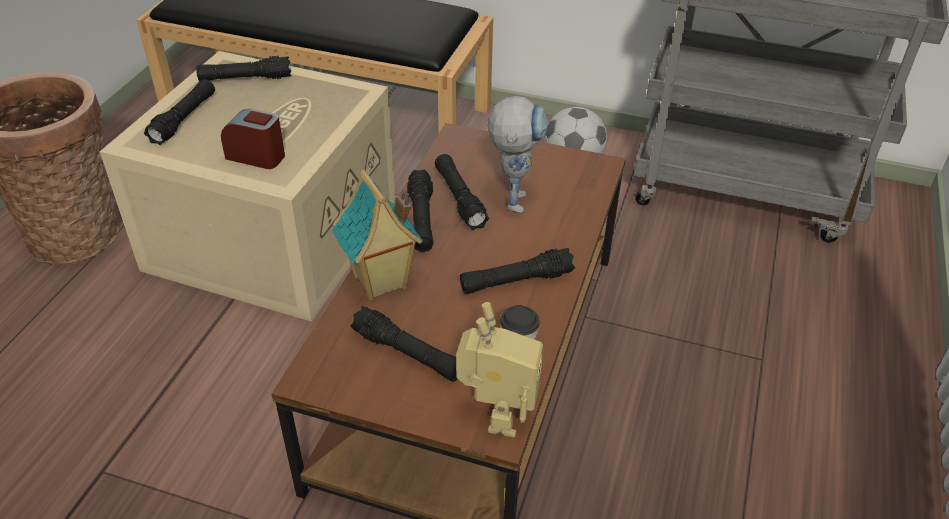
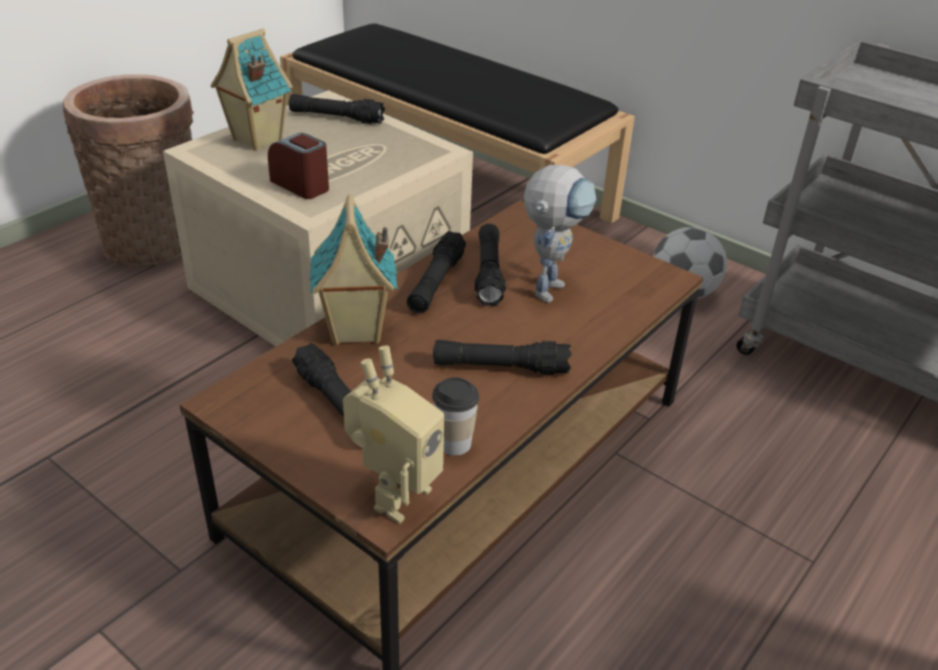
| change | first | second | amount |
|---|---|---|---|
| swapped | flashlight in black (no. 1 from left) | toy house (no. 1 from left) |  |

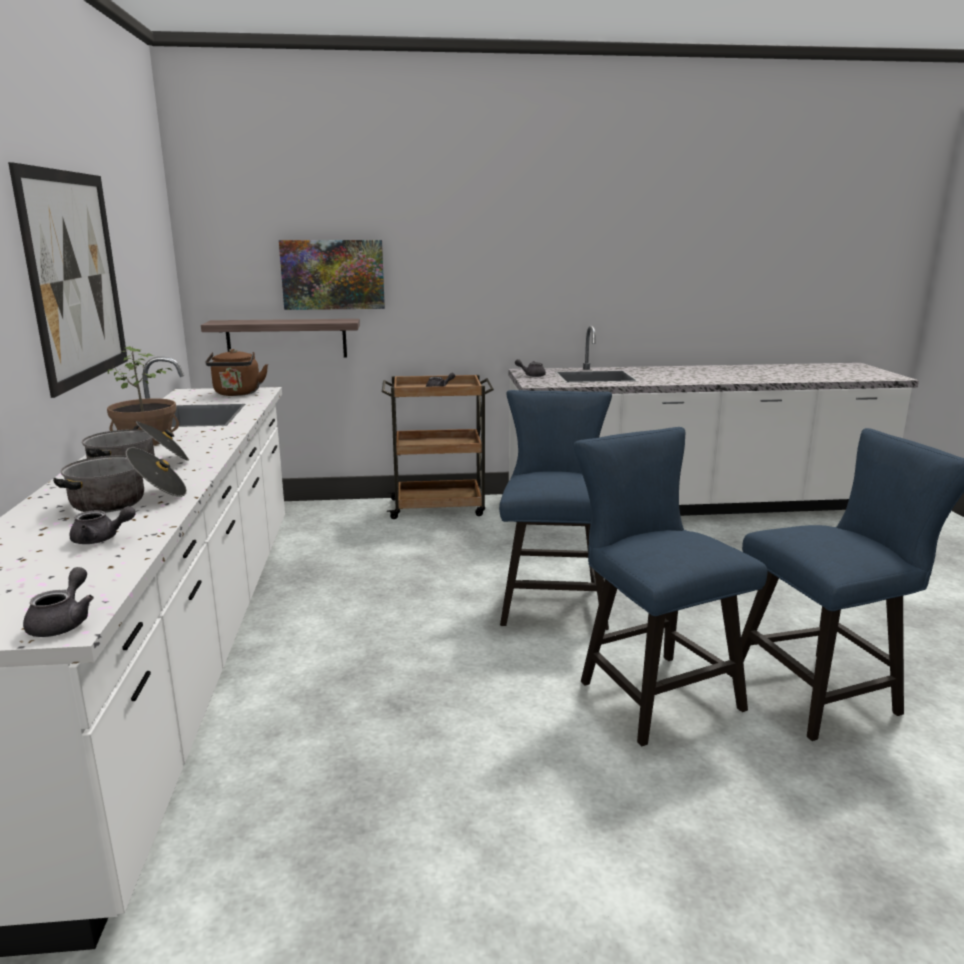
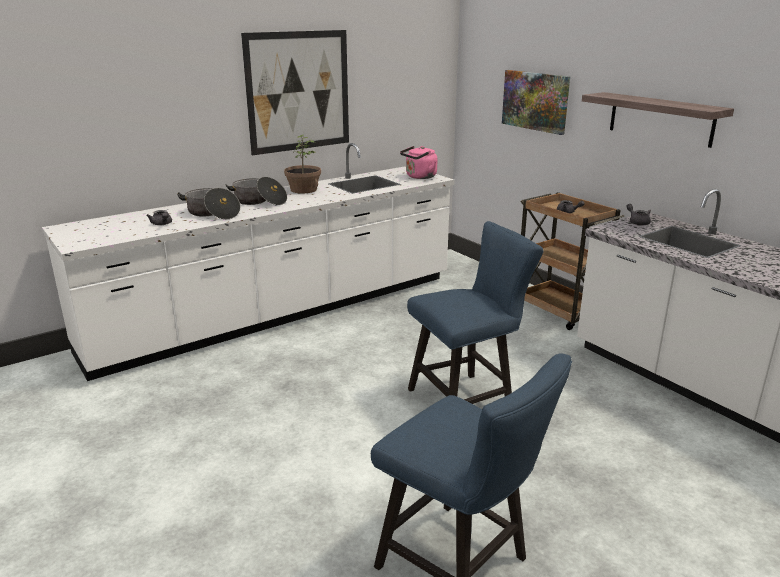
| change | first | second | amount |
|---|---|---|---|
| shifted | shelf |  |  |
| repainted | kettle in brown | kettle in pink |  |
| gone | chair in blue (no. 2 from left) |  |  |
| gone | teapot in grey (no. 1 from left) |  |  |

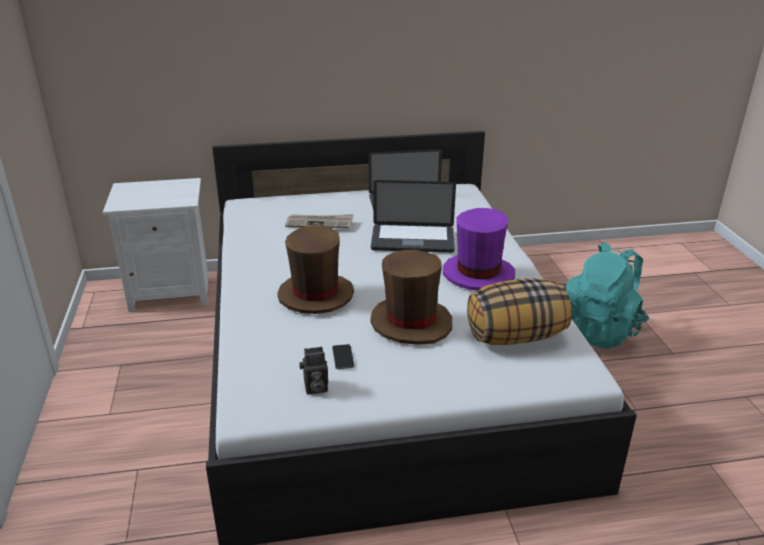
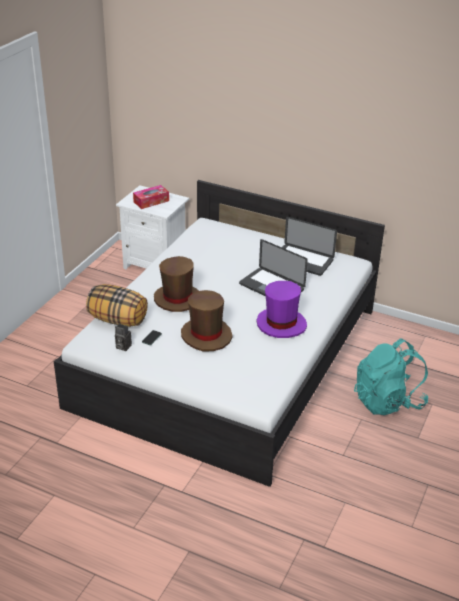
| change | first | second | amount |
|---|---|---|---|
| gone | newspaper |  |  |
| shifted | pillow |  |  |
| new |  | tissue box |  |

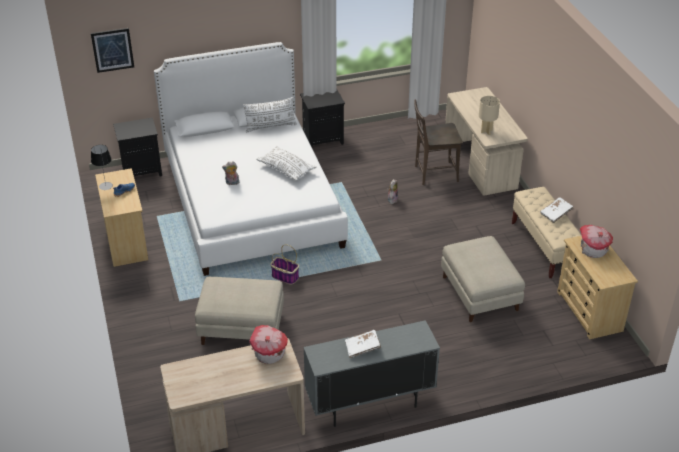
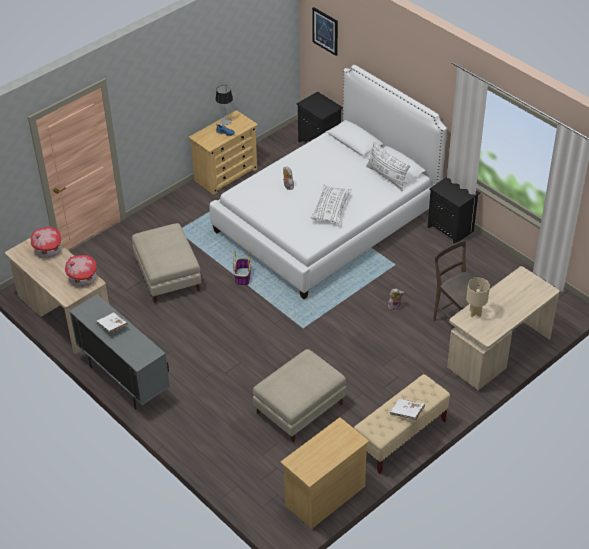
| change | first | second | amount |
|---|---|---|---|
| shifted | toy house (no. 2 from left in the first image) | toy house (no. 1 from left) |  |

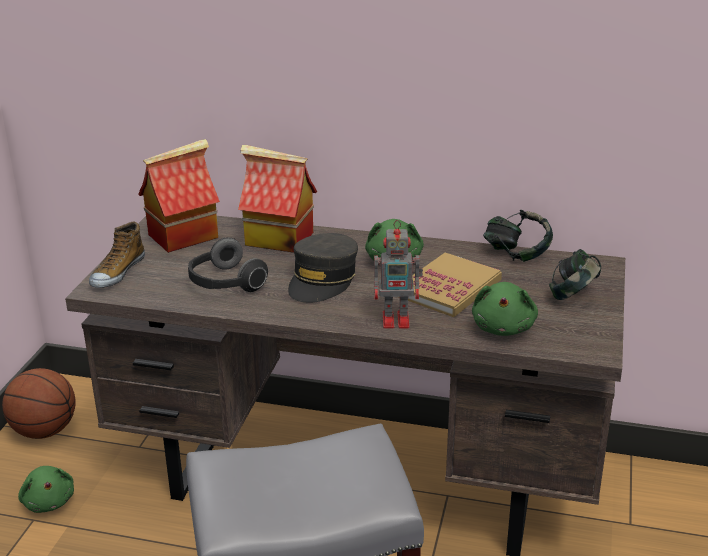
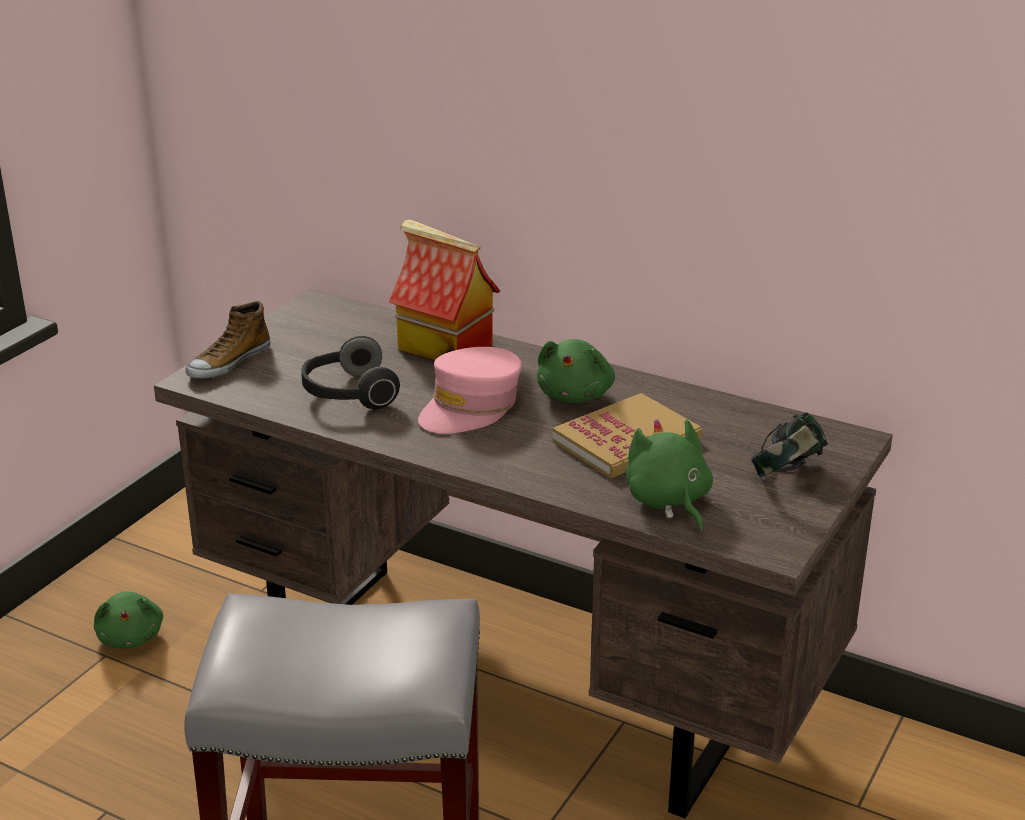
| change | first | second | amount |
|---|---|---|---|
| gone | toy house (no. 1 from left) |  |  |
| gone | headphones (no. 2 from left) |  |  |
| gone | toy robot |  |  |
| repainted | cap in grey | cap in pink |  |
| rotated | plush toy in green (no. 3 from left) |  | 135 degrees clockwise |
| gone | basketball |  |  |

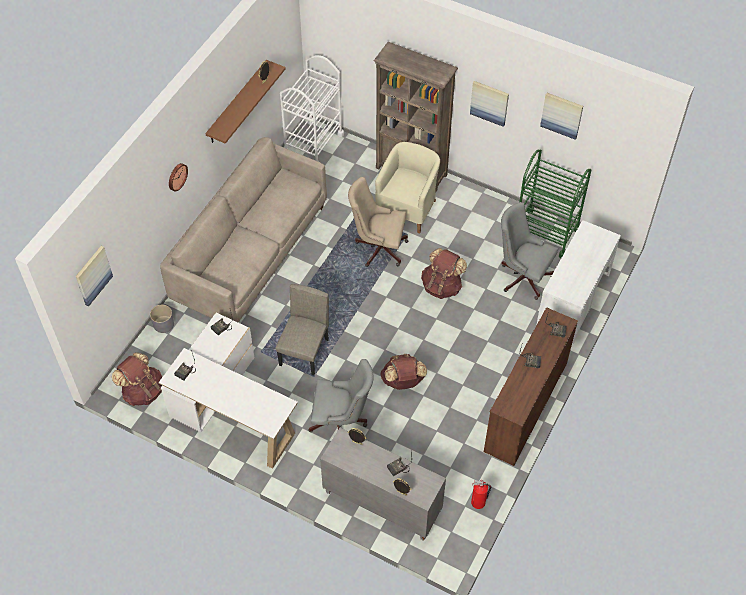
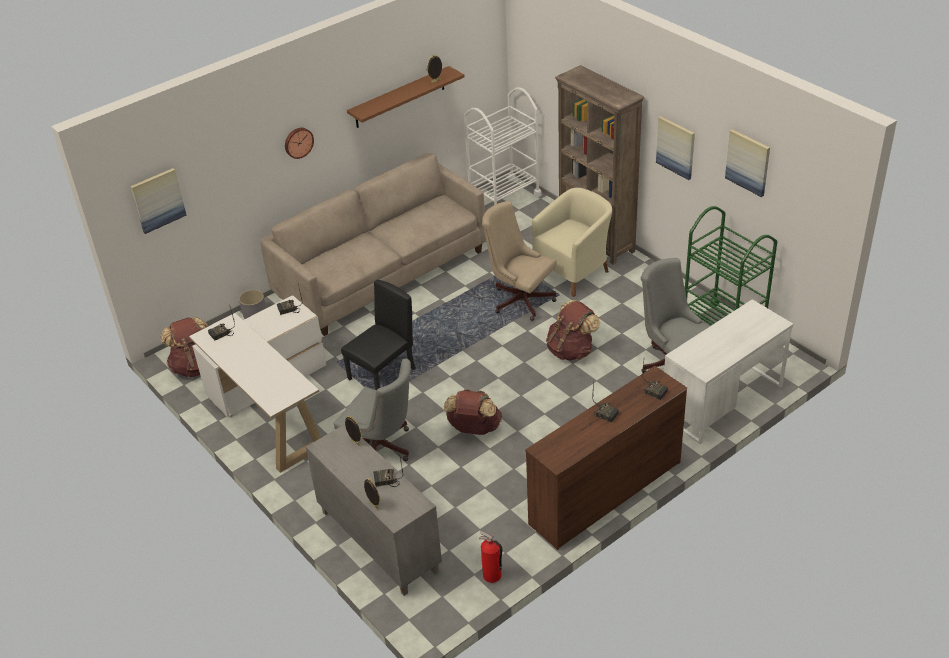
| change | first | second | amount |
|---|---|---|---|
| repainted | chair in beige | chair in black |  |

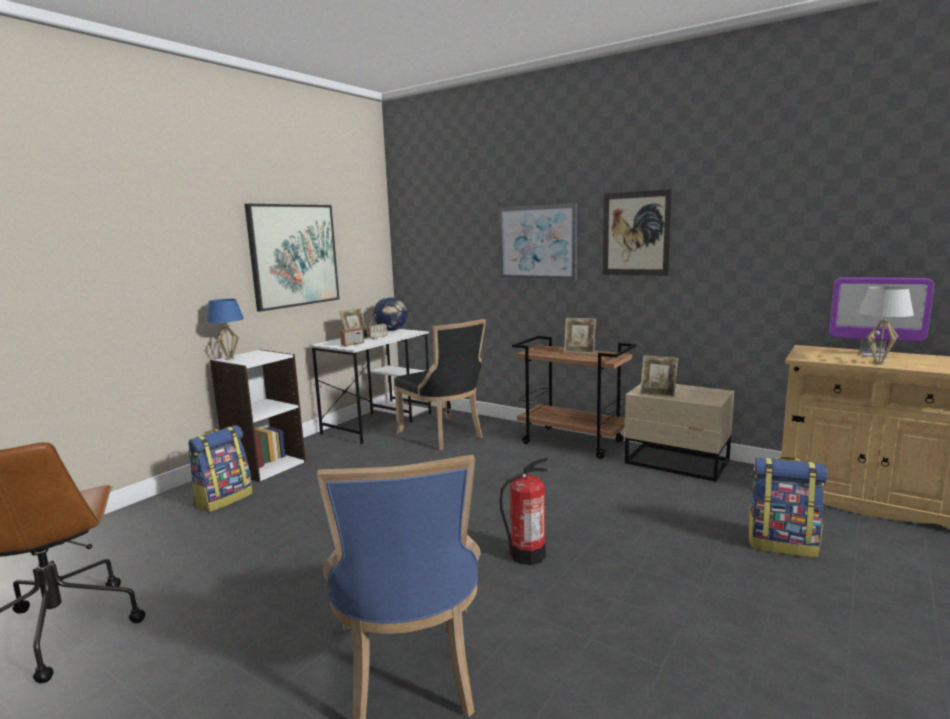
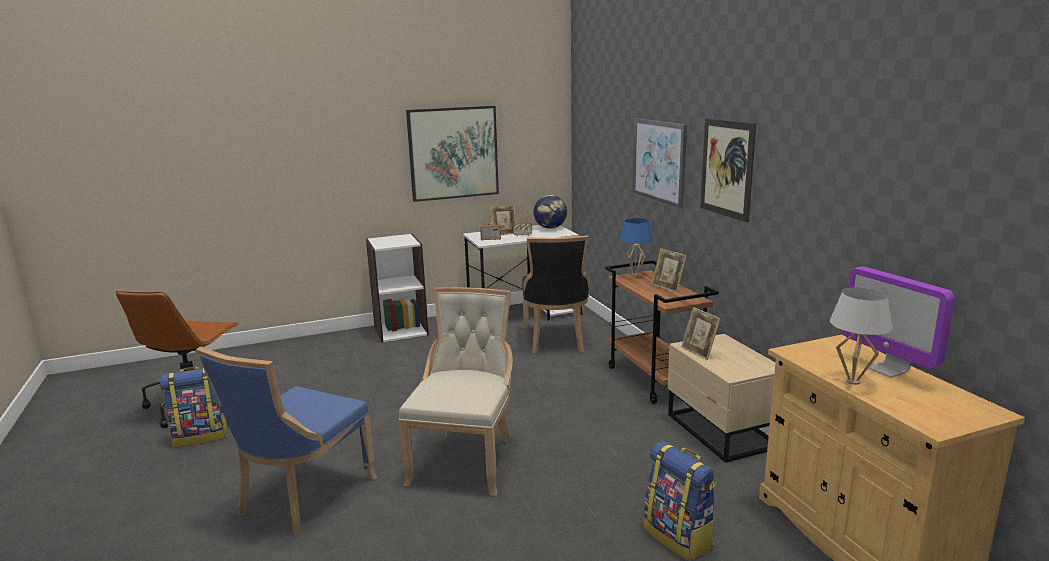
| change | first | second | amount |
|---|---|---|---|
| shifted | table lamp in blue |  |  |
| shifted | backpack (no. 1 from left) |  |  |
| swapped | fire extinguisher | chair in beige |  |

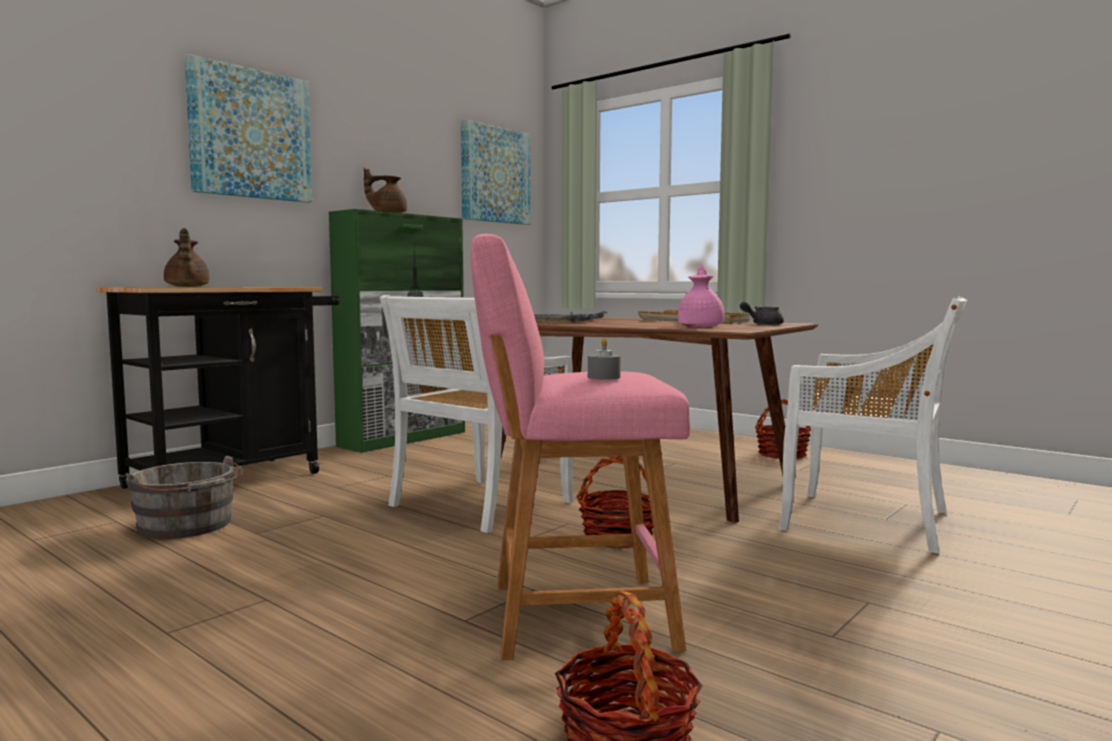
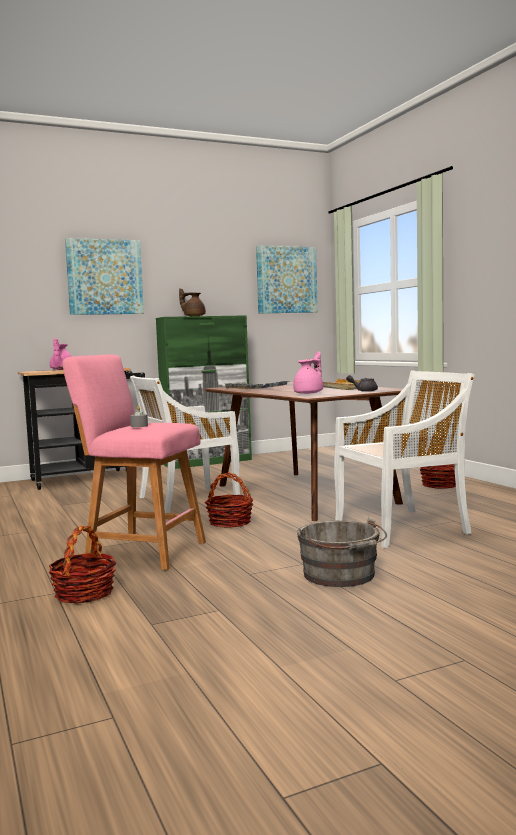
| change | first | second | amount |
|---|---|---|---|
| repainted | teapot in brown (no. 1 from left) | teapot in pink (no. 1 from left) |  |
| rotated | chair in white (no. 2 from left) |  | 75 degrees counterclockwise |
| shifted | bucket in grey |  |  |

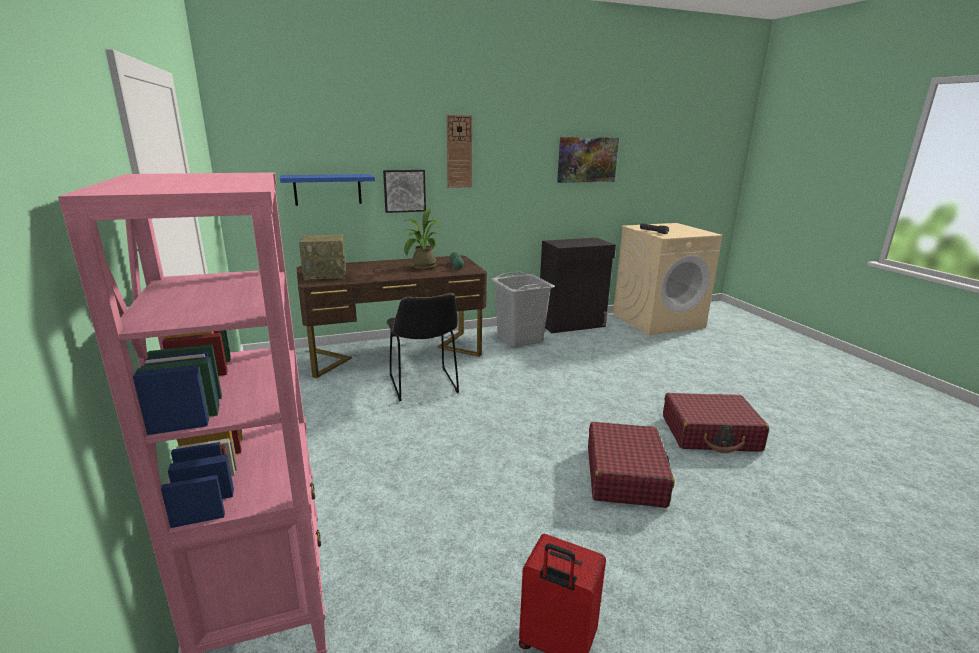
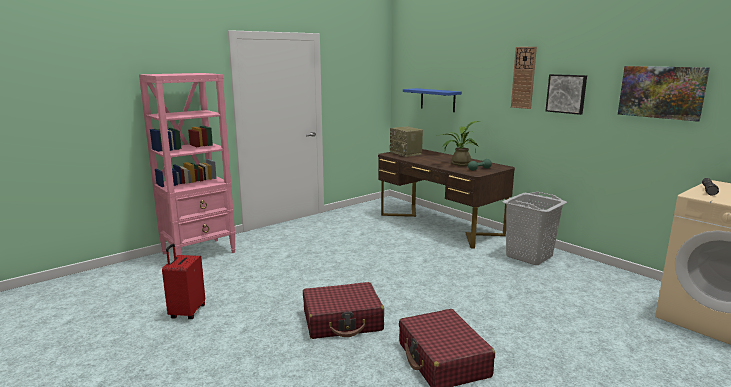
| change | first | second | amount |
|---|---|---|---|
| shifted | picture (no. 1 from left) |  |  |
| gone | cabinet in black |  |  |
| gone | chair in black |  |  |

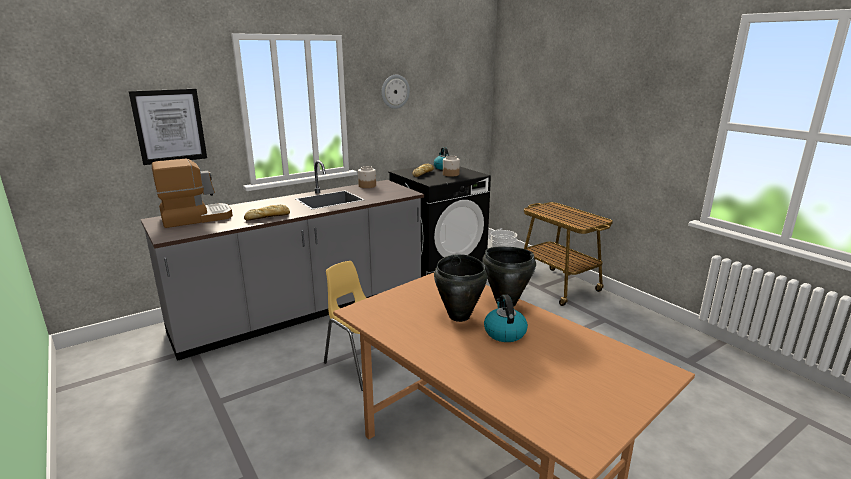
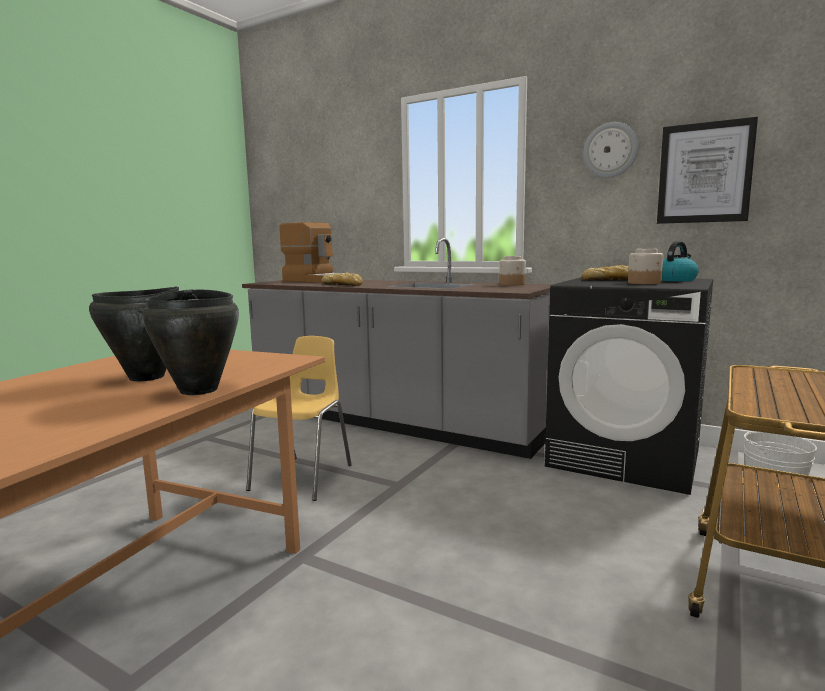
| change | first | second | amount |
|---|---|---|---|
| shifted | picture |  |  |
| gone | kettle (no. 2 from left) |  |  |

